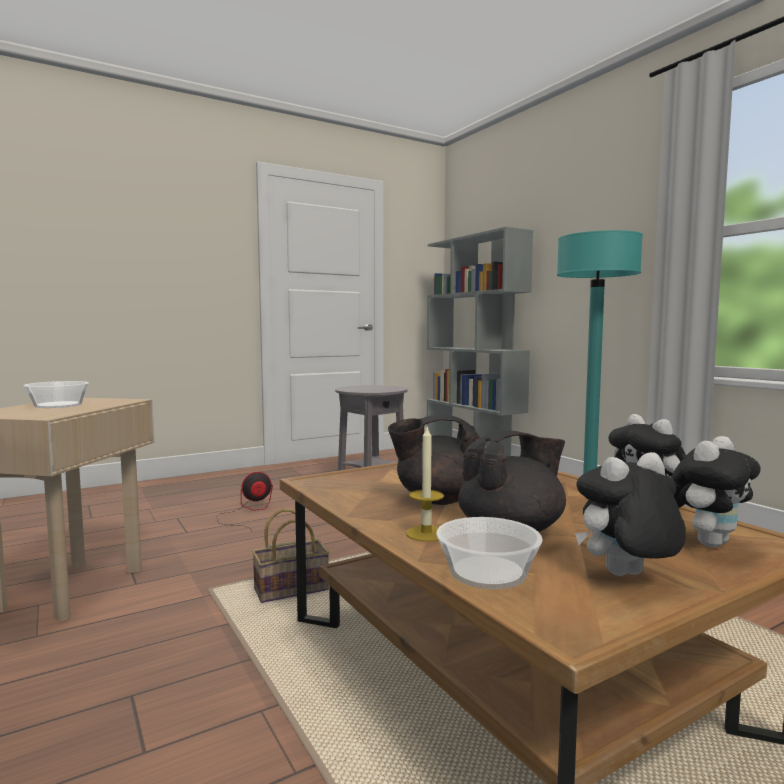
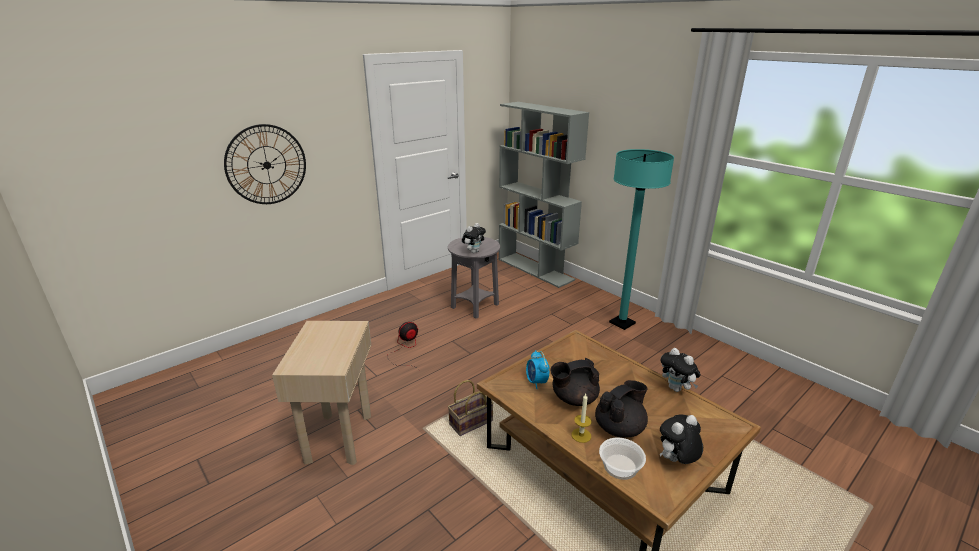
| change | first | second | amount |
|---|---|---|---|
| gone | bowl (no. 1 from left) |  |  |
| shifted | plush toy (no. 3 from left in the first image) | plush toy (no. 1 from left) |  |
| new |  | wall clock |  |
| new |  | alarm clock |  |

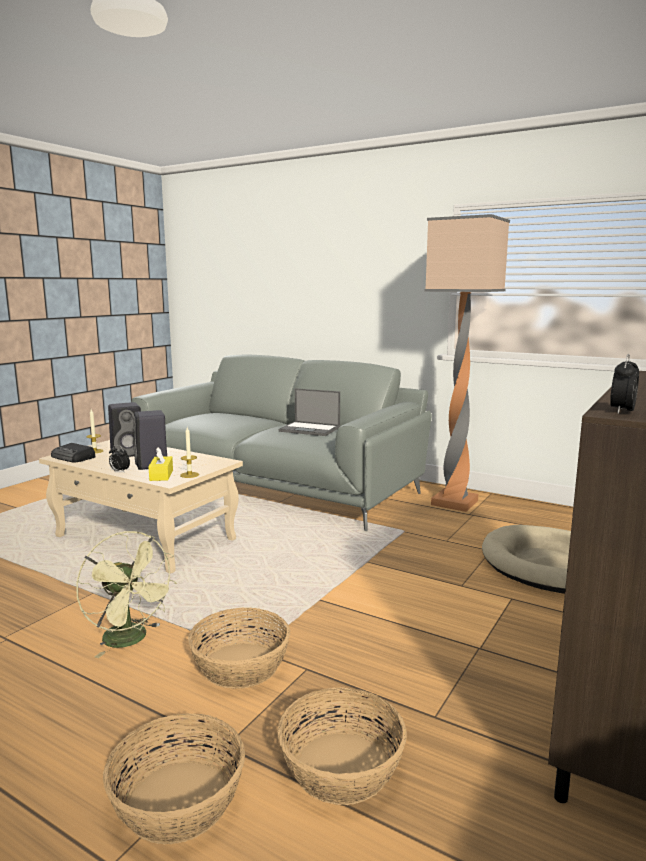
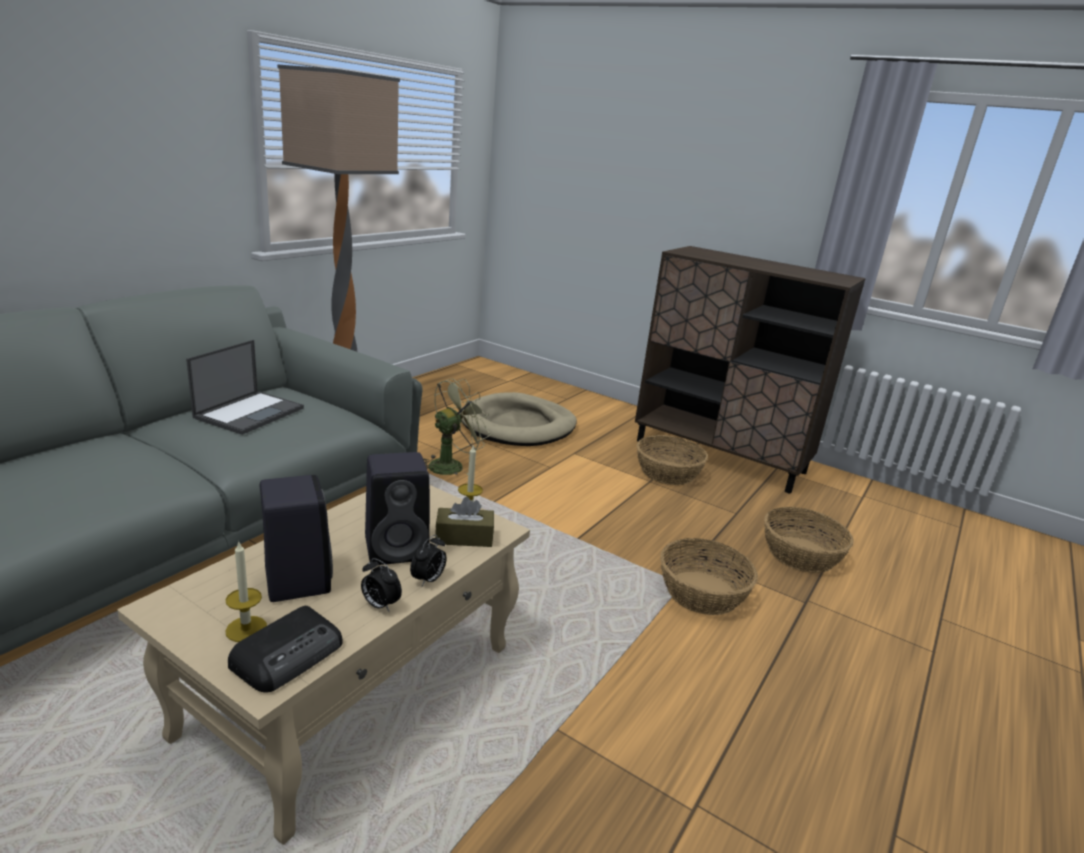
| change | first | second | amount |
|---|---|---|---|
| shifted | alarm clock (no. 2 from left in the first image) | alarm clock (no. 1 from left) |  |
| repainted | tissue box in yellow | tissue box in brown |  |
| shifted | fan in green |  |  |
| shifted | basket (no. 1 from left) |  |  |

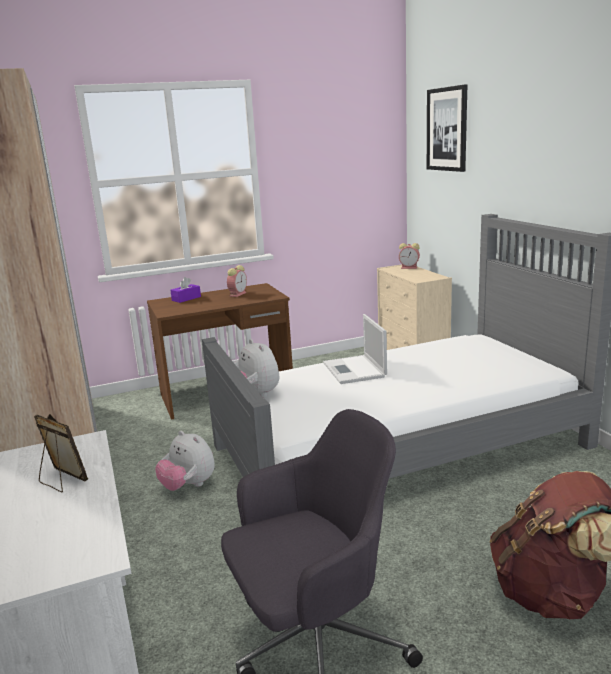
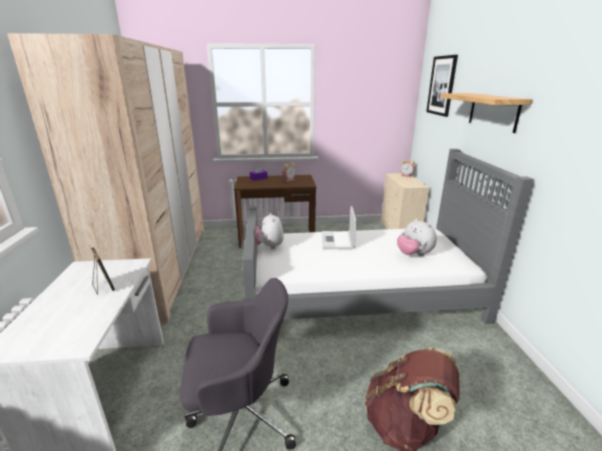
| change | first | second | amount |
|---|---|---|---|
| shifted | plush toy (no. 1 from left in the first image) | plush toy (no. 2 from left) |  |
| new |  | shelf |  |

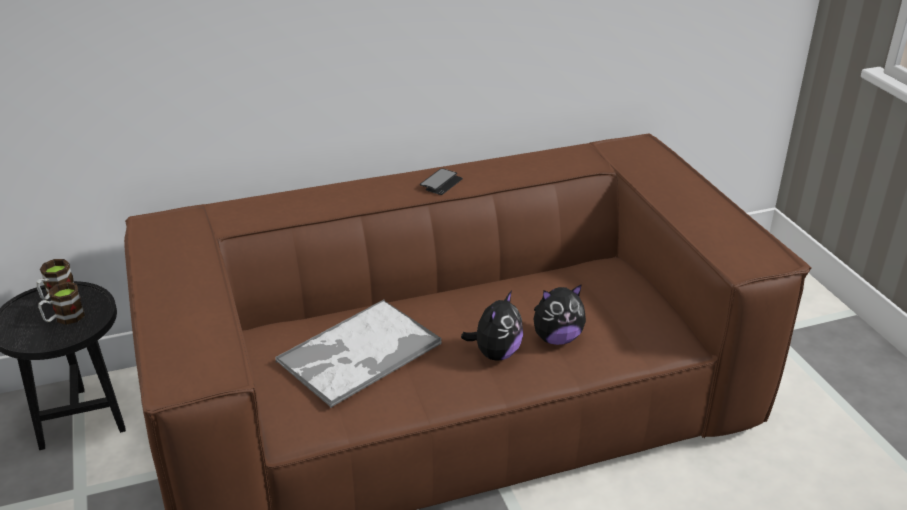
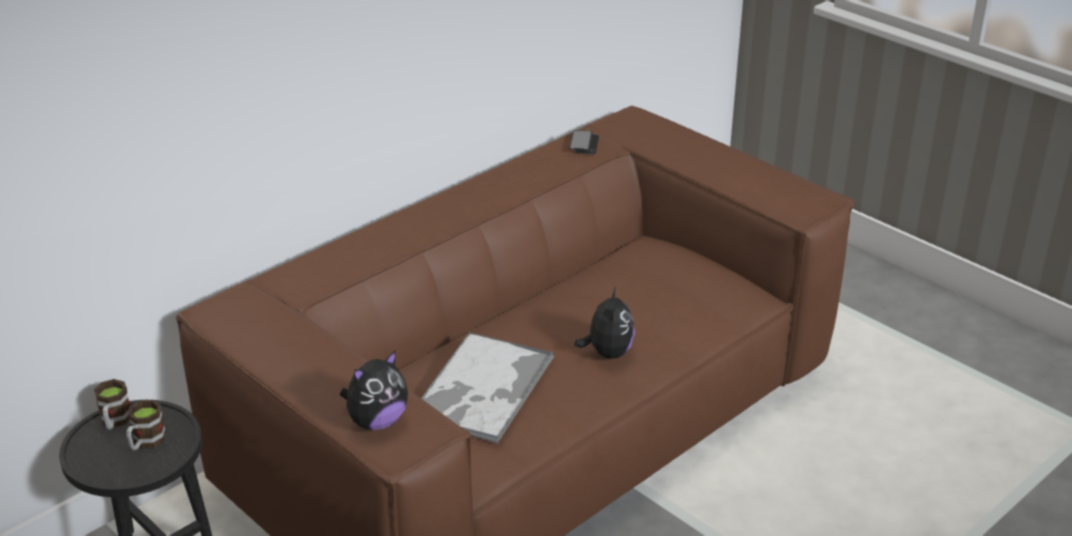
| change | first | second | amount |
|---|---|---|---|
| shifted | phone |  |  |
| shifted | plush toy (no. 2 from left in the first image) | plush toy (no. 1 from left) |  |

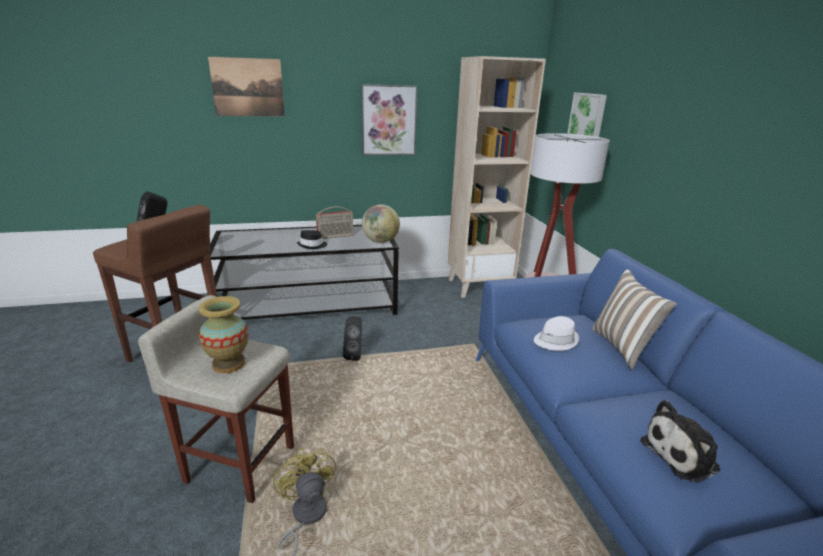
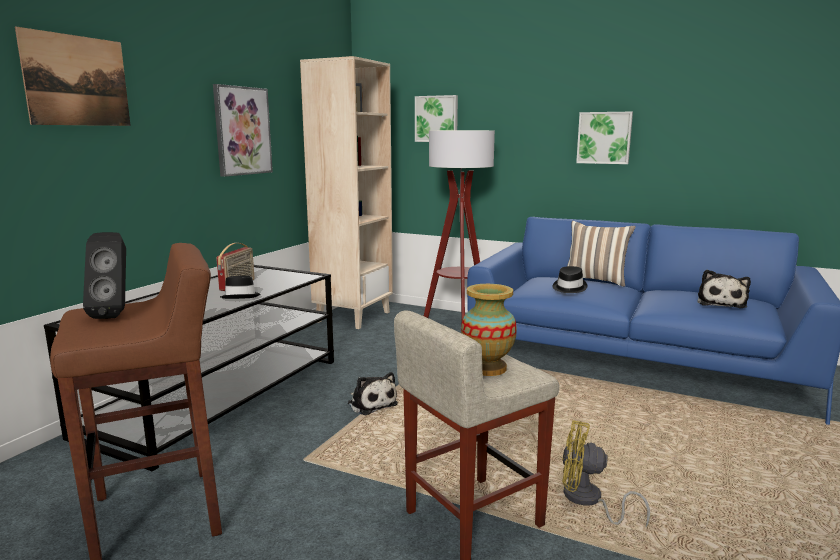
| change | first | second | amount |
|---|---|---|---|
| gone | globe |  |  |
| swapped | speaker in black (no. 2 from left) | plush toy (no. 1 from left) |  |
| repainted | hat in white | hat in black (no. 2 from left) |  |
| new |  | picture (no. 4 from left) |  |

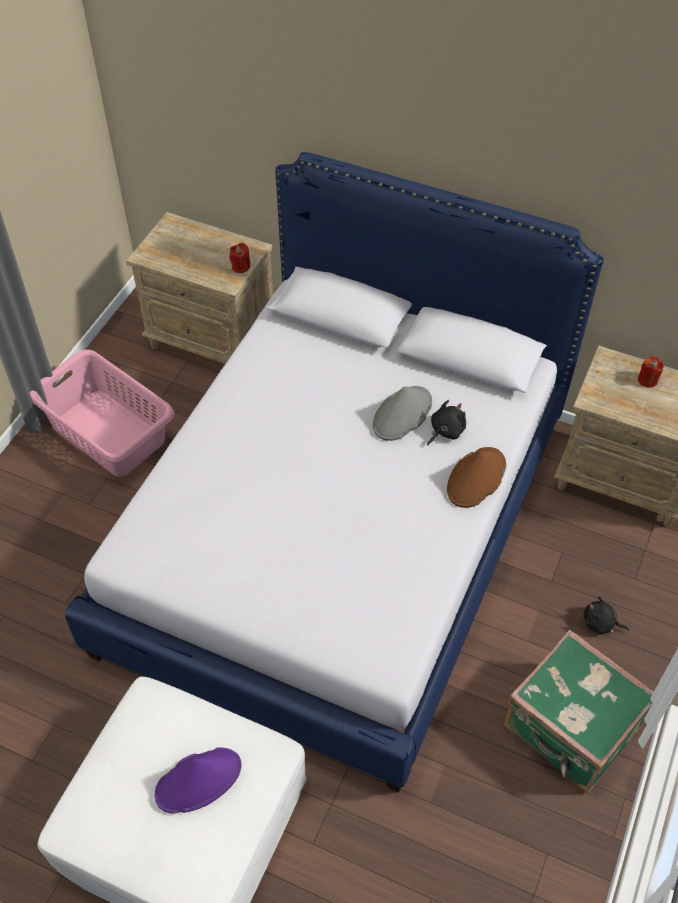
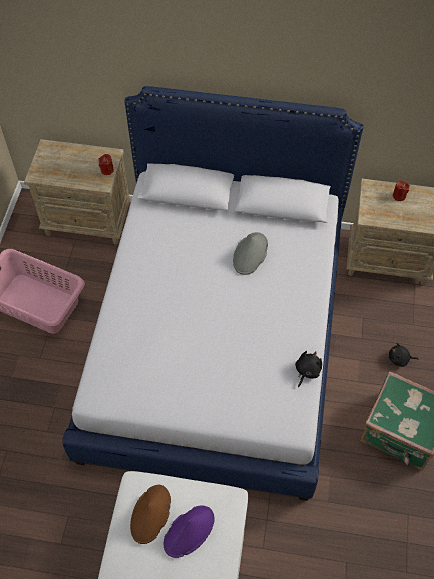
| change | first | second | amount |
|---|---|---|---|
| shifted | plush toy in black (no. 1 from left) |  |  |
| shifted | hat in brown |  |  |

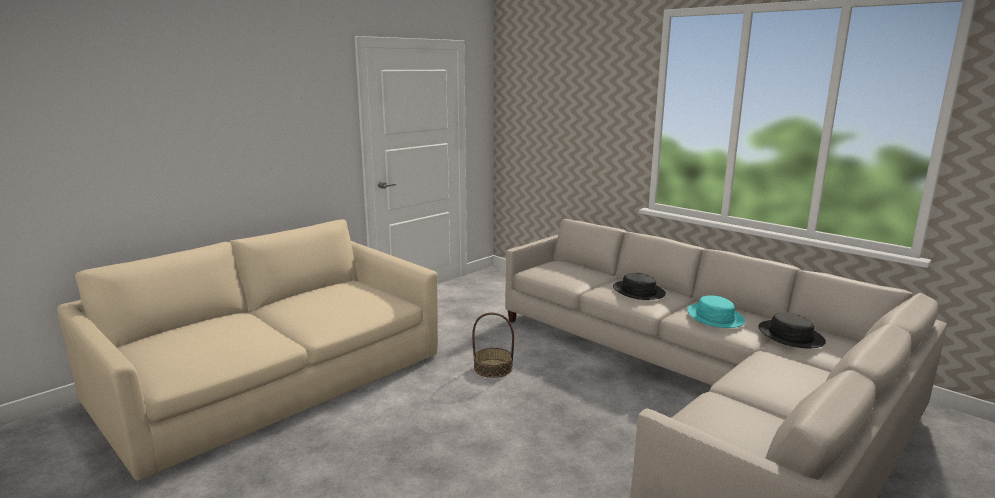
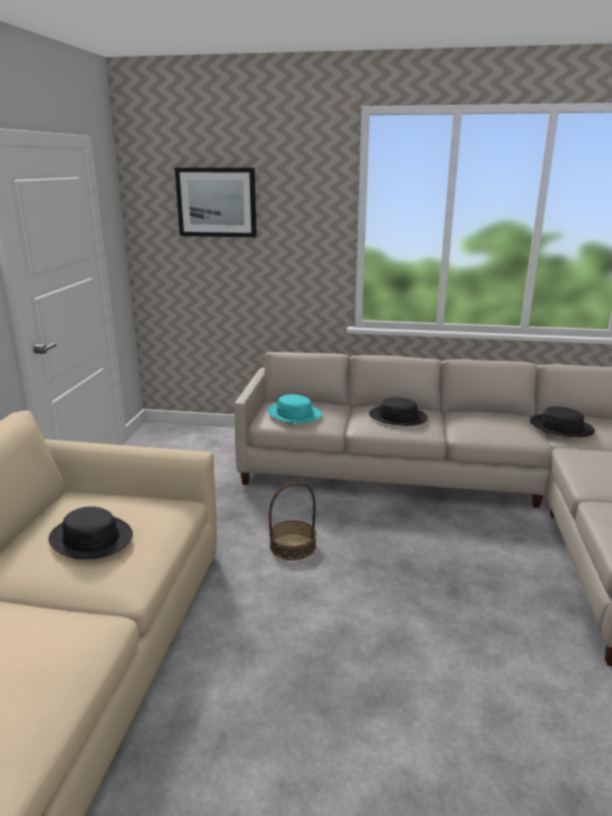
| change | first | second | amount |
|---|---|---|---|
| shifted | hat in turquoise |  |  |
| new |  | picture |  |
| new |  | hat in black (no. 1 from left) |  |

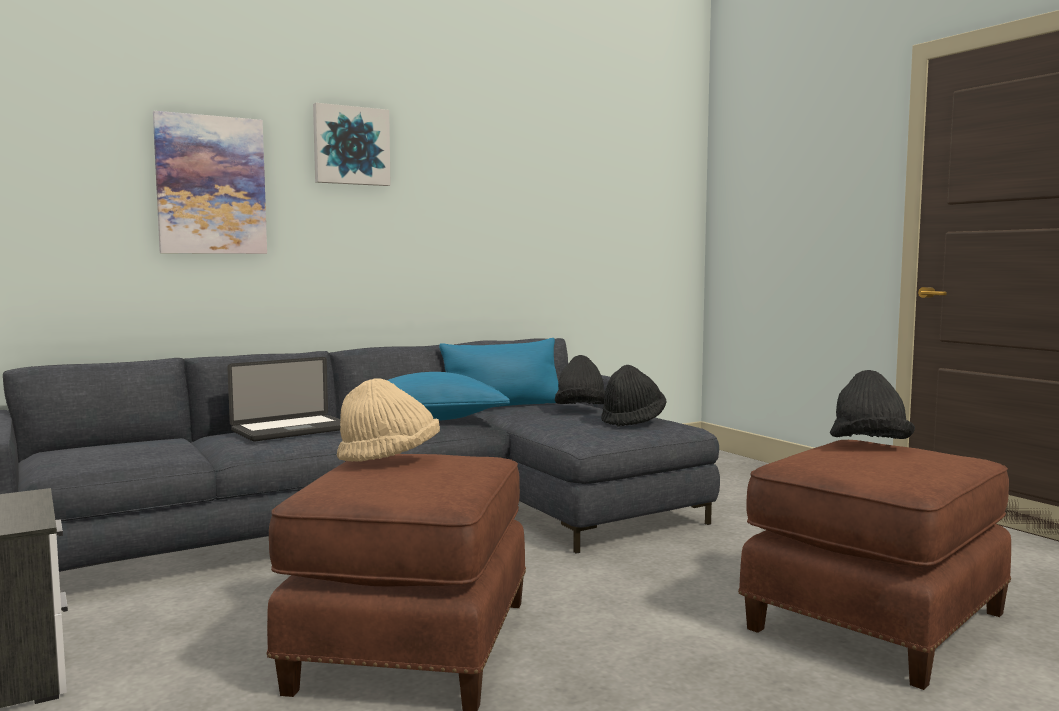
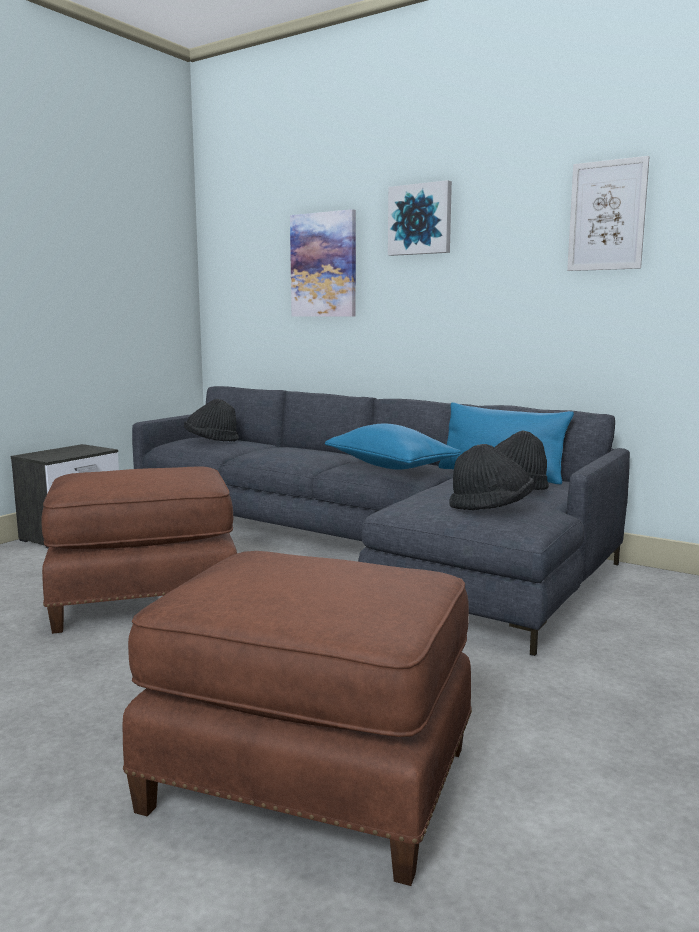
| change | first | second | amount |
|---|---|---|---|
| gone | laptop |  |  |
| shifted | hat in black (no. 3 from left in the first image) | hat in black (no. 1 from left) |  |
| gone | hat in beige |  |  |
| new |  | picture (no. 3 from left) |  |

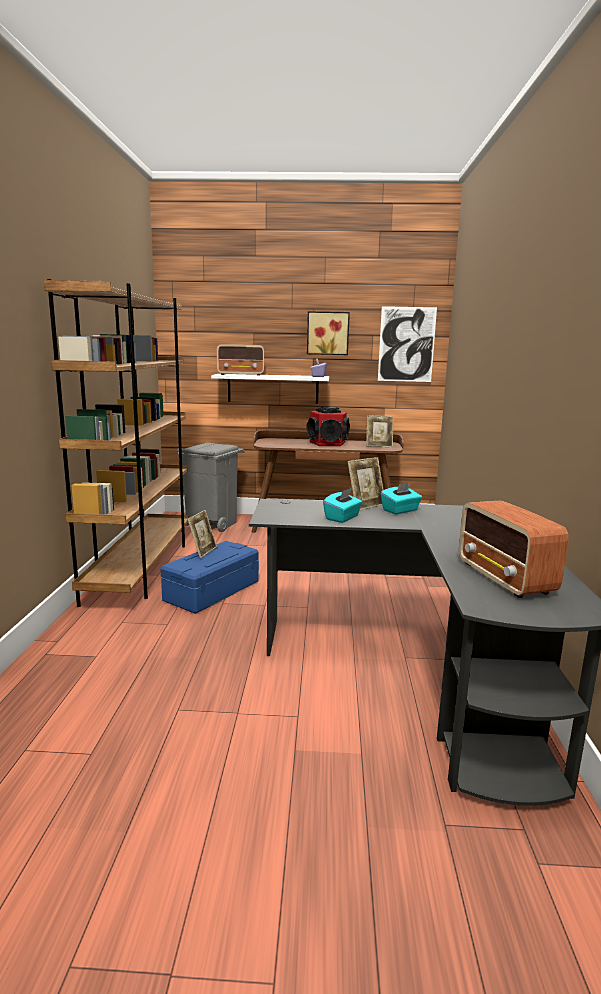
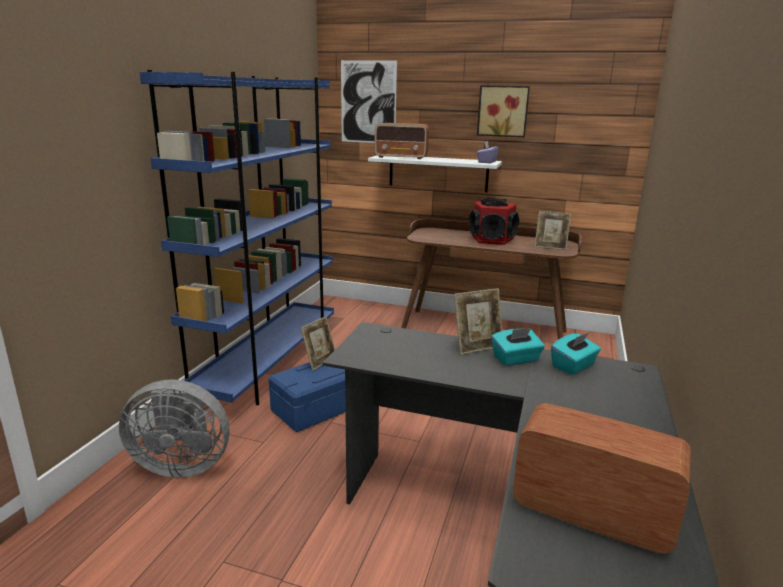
| change | first | second | amount |
|---|---|---|---|
| repainted | bookcase in brown | bookcase in blue |  |
| shifted | picture (no. 2 from left in the first image) | picture (no. 1 from left) |  |
| gone | trash can in grey |  |  |
| shifted | tissue box in turquoise (no. 1 from left in the first image) | tissue box in turquoise (no. 2 from left) |  |
| rotated | radio (no. 2 from left) |  | 120 degrees clockwise |
| new |  | fan in grey |  |

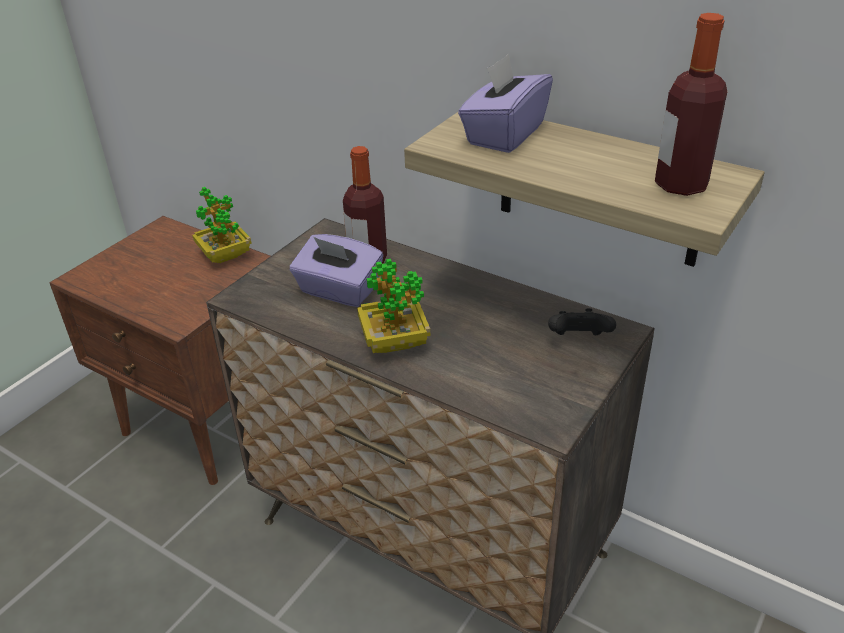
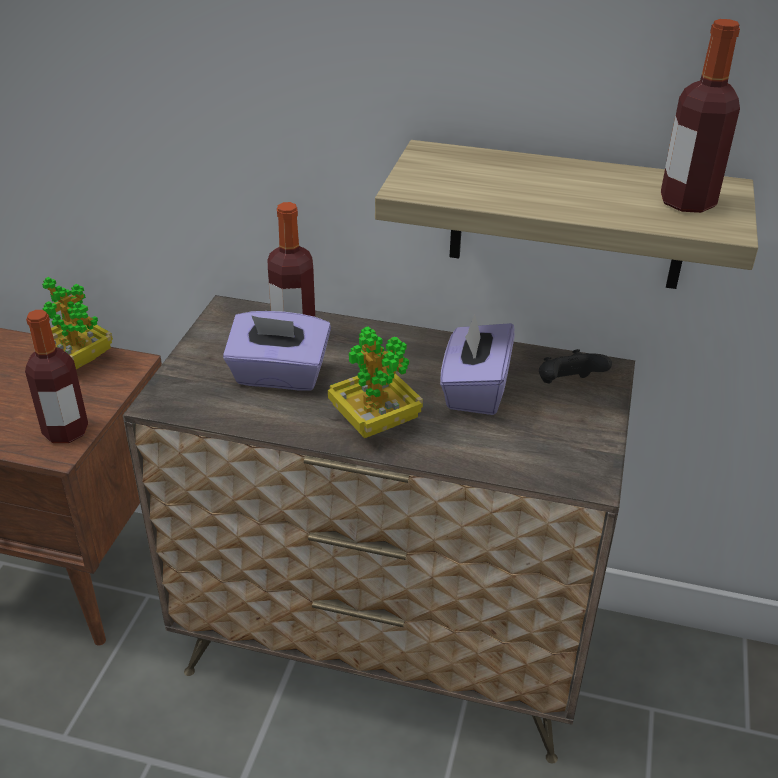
| change | first | second | amount |
|---|---|---|---|
| shifted | tissue box in purple (no. 2 from left) |  |  |
| new |  | bottle (no. 1 from left) |  |

